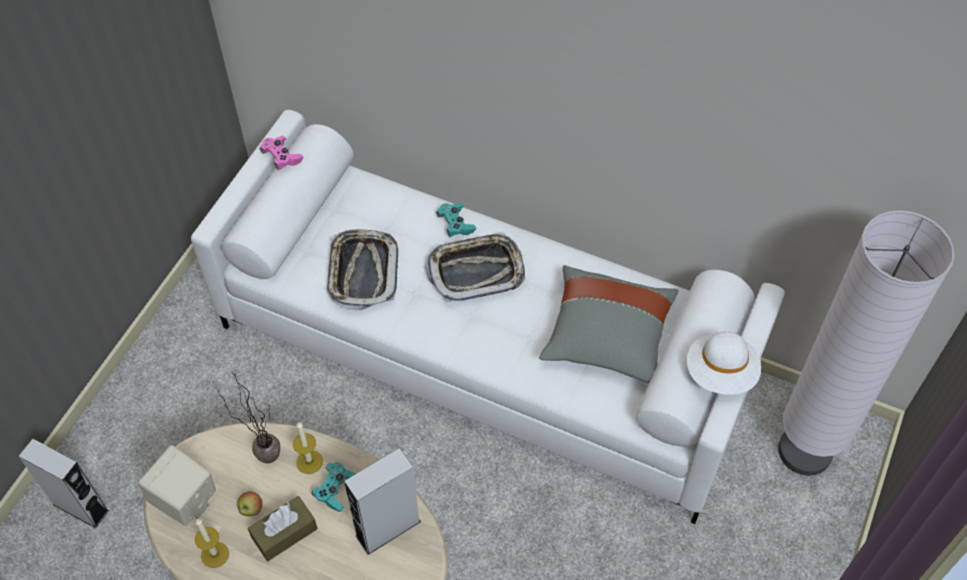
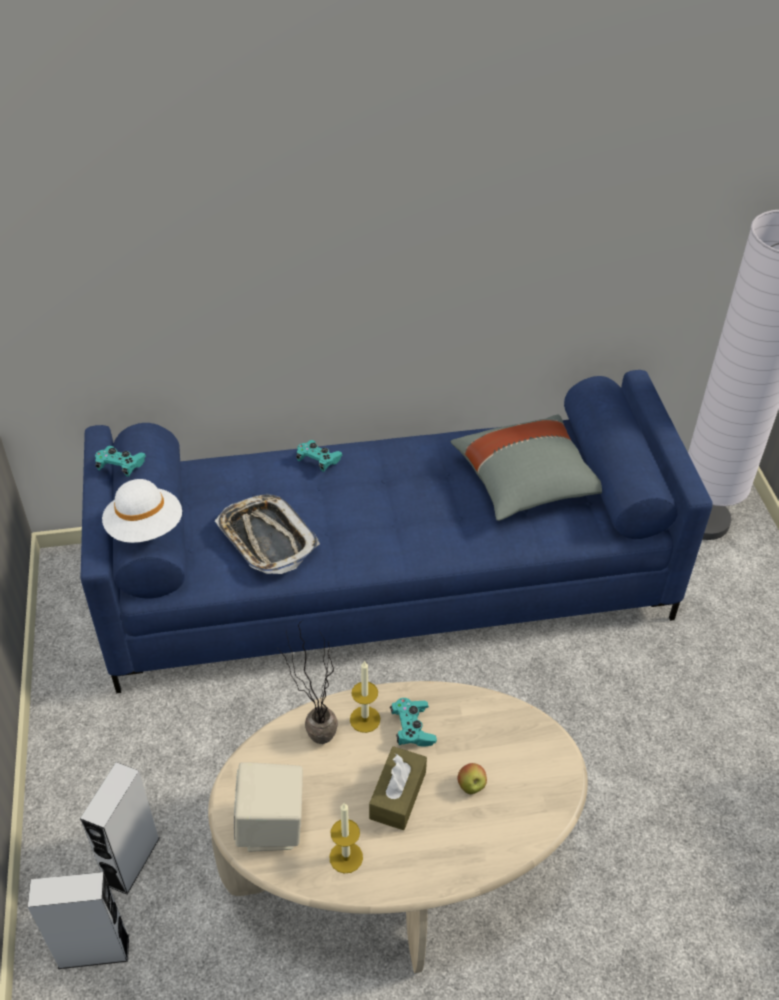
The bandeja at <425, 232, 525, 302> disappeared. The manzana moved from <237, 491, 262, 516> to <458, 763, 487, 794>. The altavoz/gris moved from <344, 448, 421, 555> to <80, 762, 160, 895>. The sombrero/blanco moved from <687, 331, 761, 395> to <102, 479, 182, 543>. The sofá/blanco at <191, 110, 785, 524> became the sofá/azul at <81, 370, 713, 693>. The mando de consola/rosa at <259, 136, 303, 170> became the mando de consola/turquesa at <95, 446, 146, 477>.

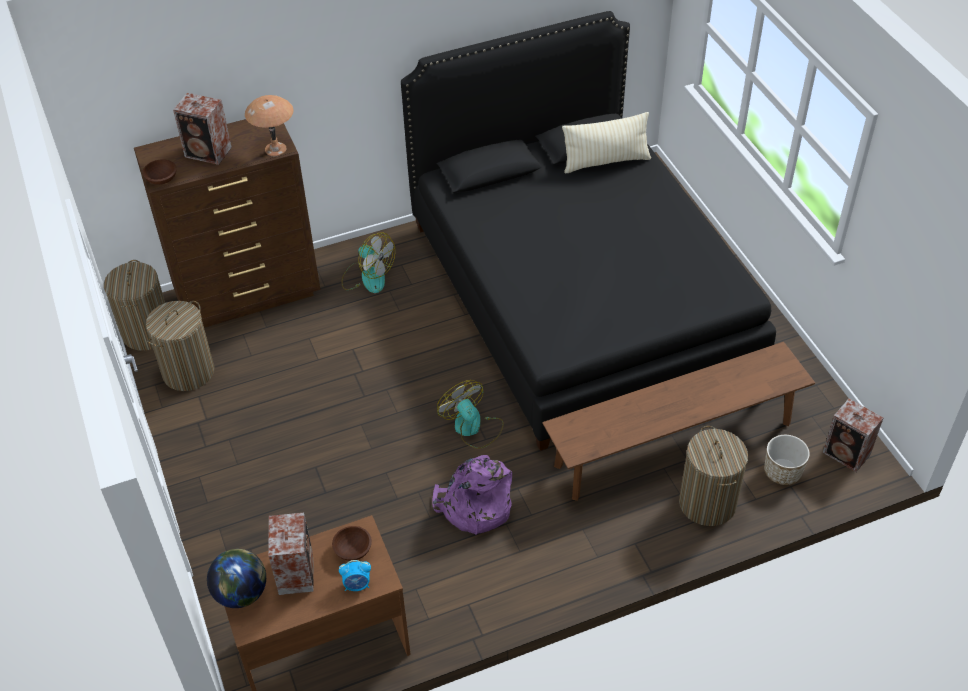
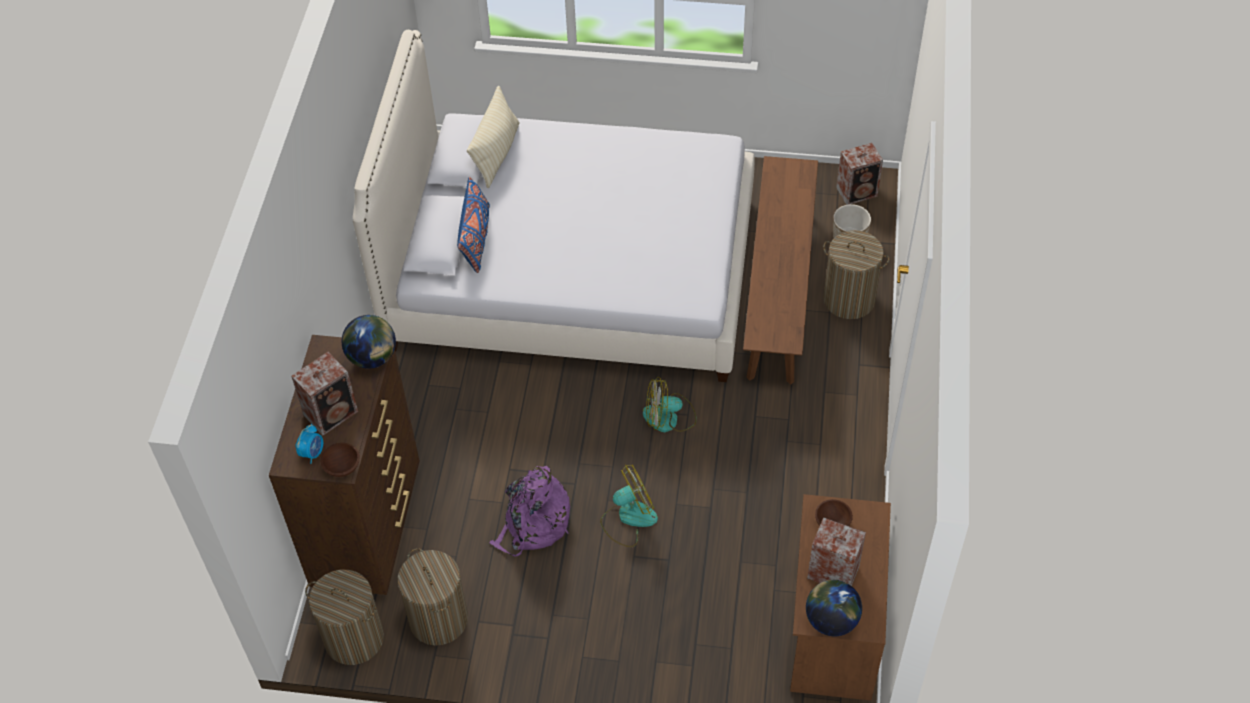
The cojín/azul at <457, 177, 490, 273> appeared. The despertador moved from <339, 560, 371, 591> to <295, 424, 323, 464>. The ventilador moved from <342, 232, 395, 293> to <600, 465, 658, 547>. The mochila/morado moved from <432, 455, 512, 535> to <489, 466, 570, 556>. The lámpara de mesa/marrón at <245, 95, 293, 156> was replaced by the globo terráqueo at <342, 315, 396, 369>. The cama/negro at <401, 11, 776, 451> became the cama/blanco at <353, 30, 755, 382>.

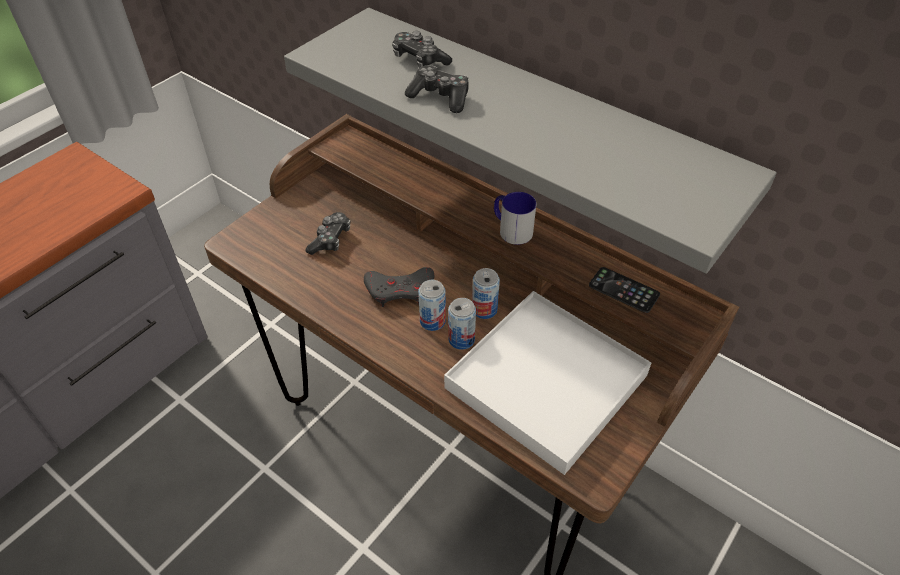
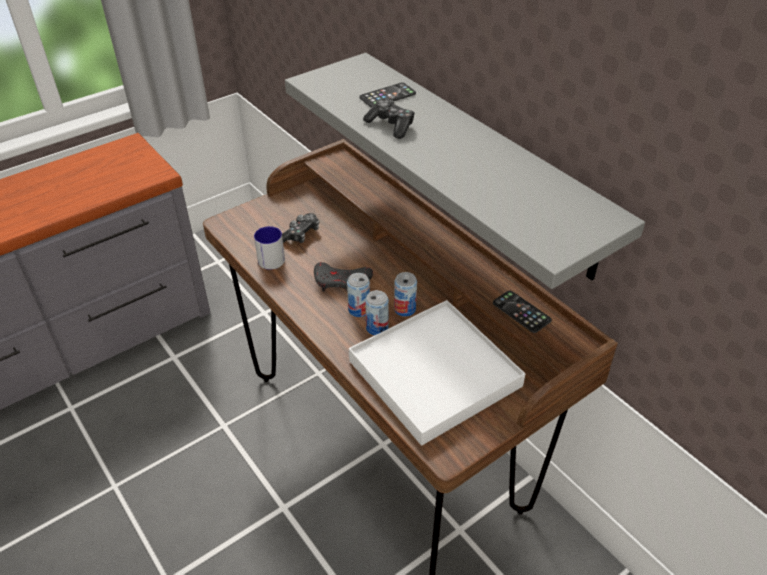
The taza grande moved from <494, 192, 536, 245> to <254, 226, 285, 270>. The mando de consola at <392, 31, 452, 68> was replaced by the móvil at <359, 83, 416, 108>.

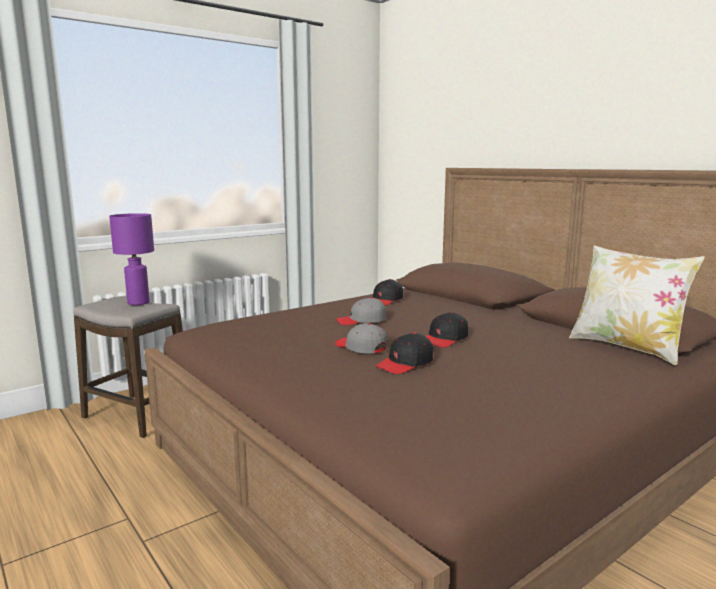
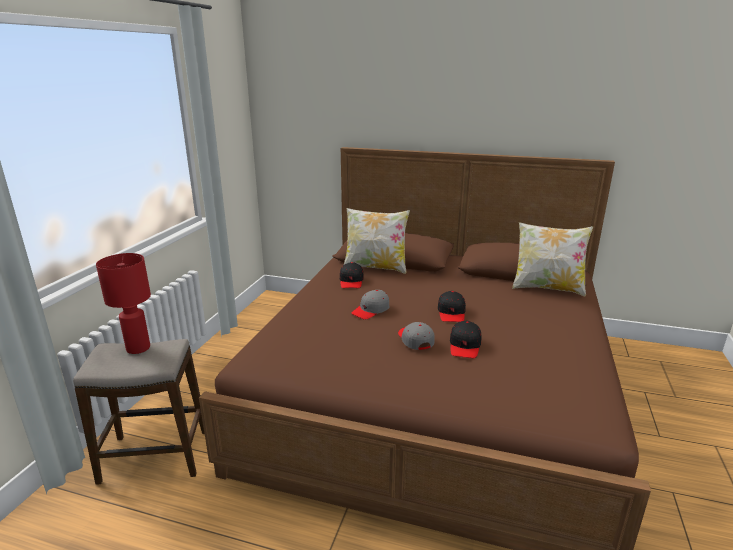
The cojín at <344, 208, 410, 274> appeared. The lámpara de mesa/morado at <109, 213, 154, 305> became the lámpara de mesa/rojo at <96, 253, 151, 354>. The gorra/gris at <335, 323, 387, 354> turned 60 degrees clockwise.

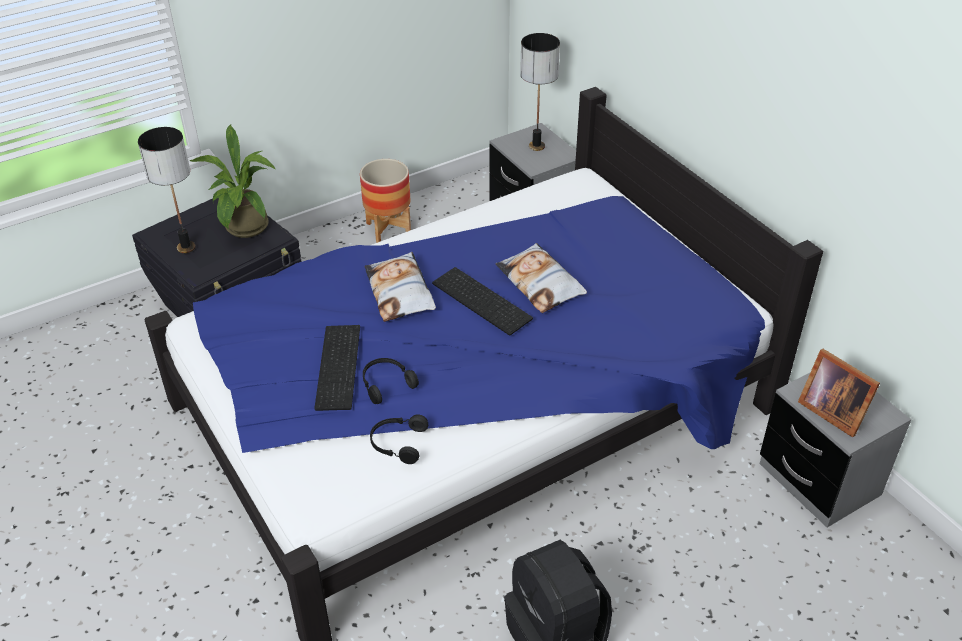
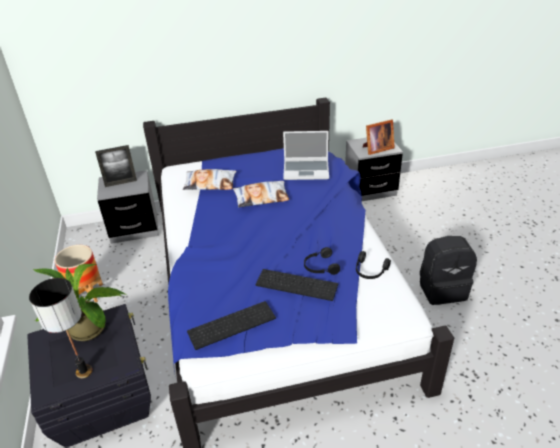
The portátil at <283, 131, 329, 180> appeared. The cojín moved from <364, 252, 436, 322> to <183, 169, 237, 190>. The teclado moved from <432, 267, 533, 335> to <187, 301, 276, 350>. The lámpara de mesa at <520, 33, 560, 151> was replaced by the portarretratos at <95, 145, 137, 187>.

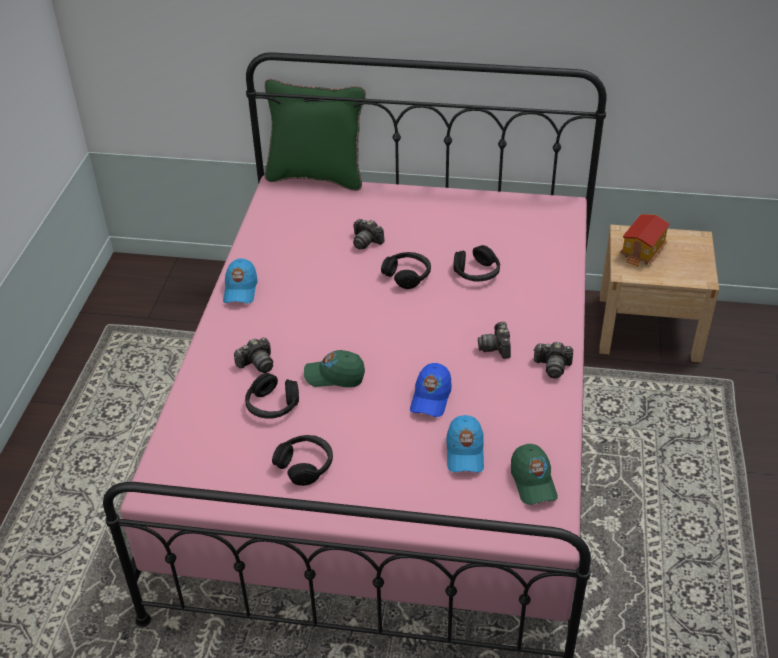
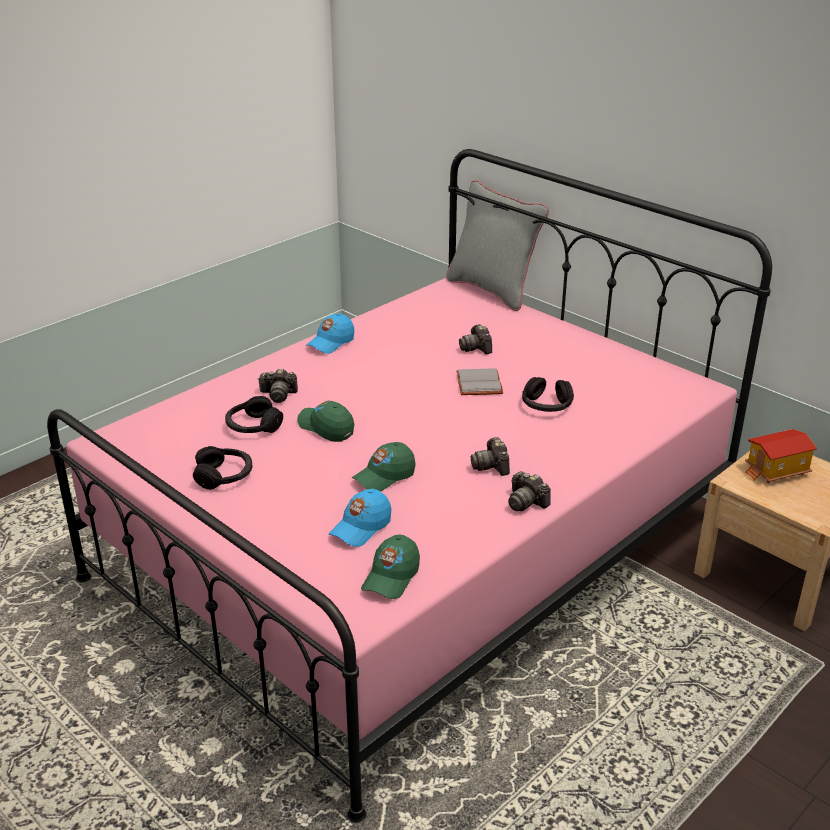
The auriculares/negro at <381, 252, 431, 289> was replaced by the libro/gris at <456, 368, 503, 395>. The cojín/verde at <264, 79, 366, 191> became the cojín/gris at <446, 180, 549, 311>. The gorra/azul at <410, 363, 451, 417> became the gorra/verde at <352, 442, 416, 492>. The cámara at <478, 322, 511, 359> turned 45 degrees counterclockwise.

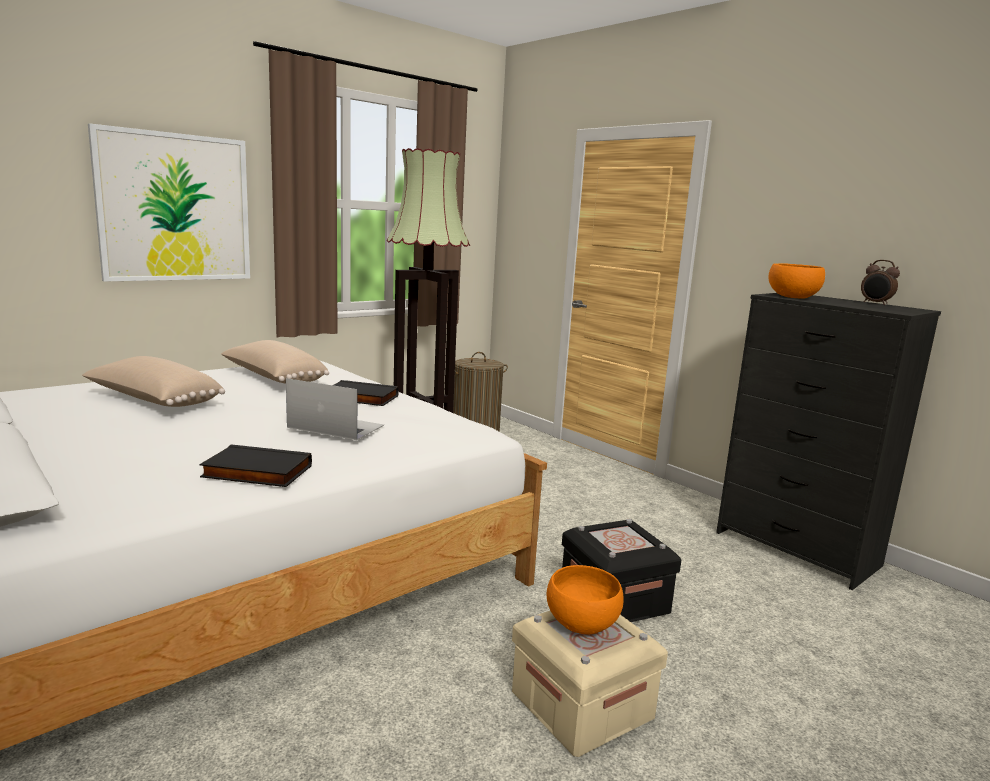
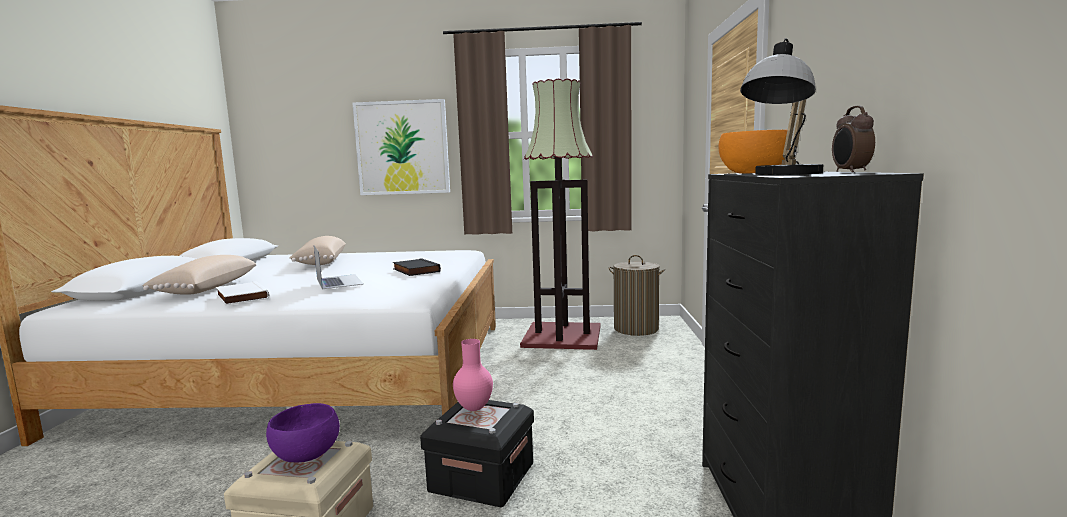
The florero/rosa at <453, 339, 493, 411> appeared. The lámpara de mesa at <740, 38, 823, 175> appeared. The cojín/beis moved from <221, 340, 329, 383> to <142, 255, 256, 295>. The libro/negro at <199, 445, 312, 487> became the libro/blanco at <216, 281, 269, 305>. The cuenco/naranja at <547, 565, 623, 634> became the cuenco/morado at <266, 403, 340, 462>.

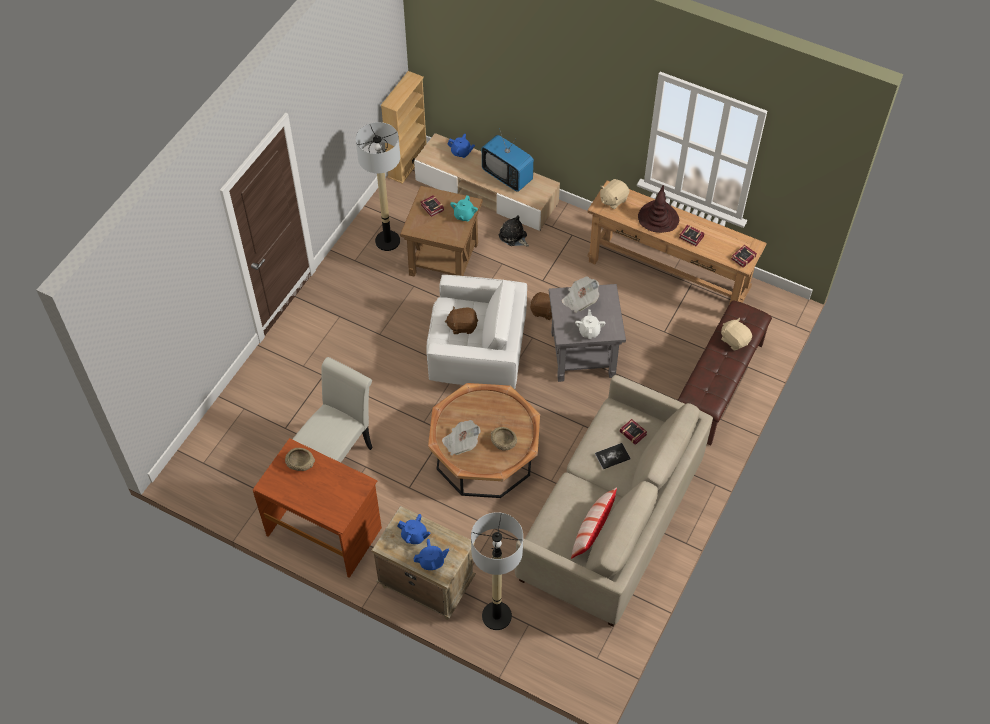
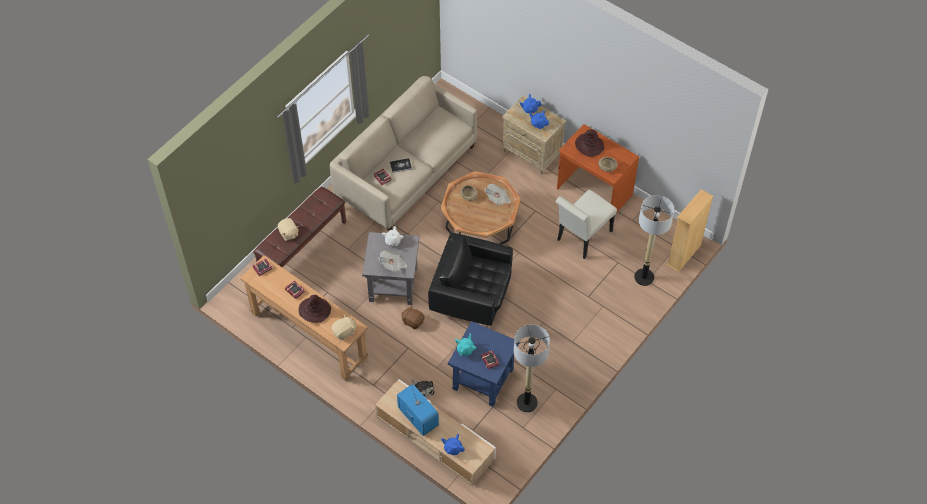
The peluche/marrón at <445, 306, 478, 334> disappeared. The cojín at <571, 487, 617, 559> disappeared. The sombrero/marrón at <575, 129, 604, 157> appeared. The estantería/beis moved from <381, 71, 427, 184> to <667, 189, 713, 272>. The lámpara de pie moved from <471, 512, 523, 630> to <634, 195, 675, 286>. The mesa auxiliar/marrón at <400, 186, 483, 277> became the mesa auxiliar/azul at <448, 321, 520, 407>. The sillón/blanco at <426, 275, 527, 389> became the sillón/negro at <428, 232, 513, 326>.

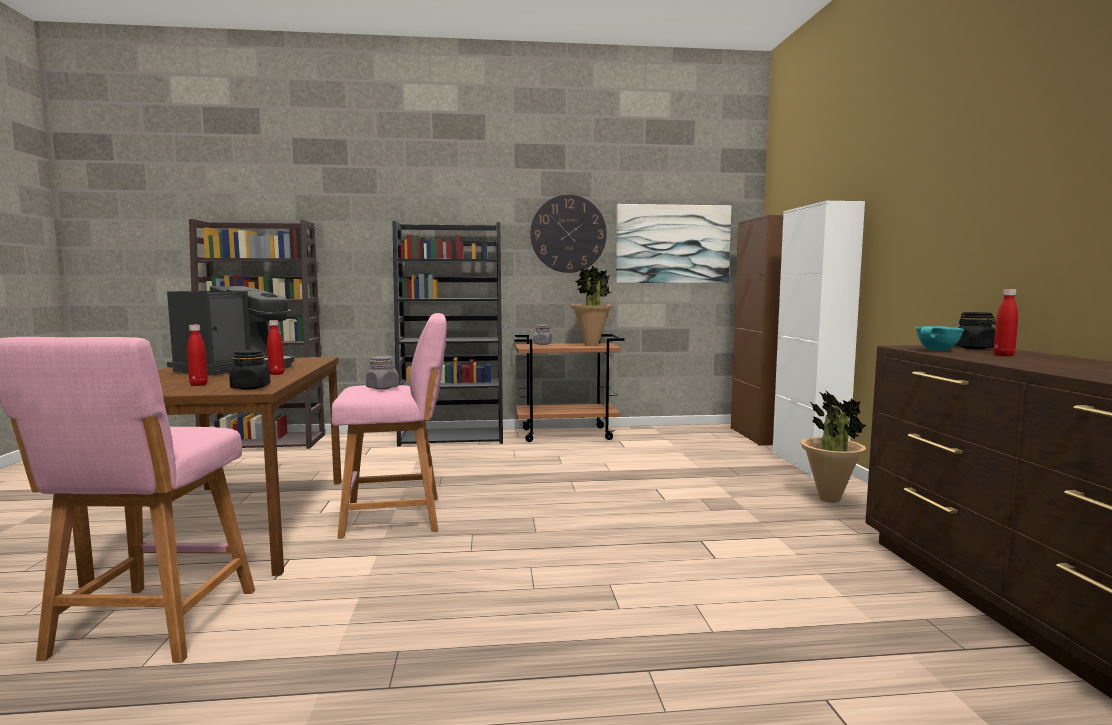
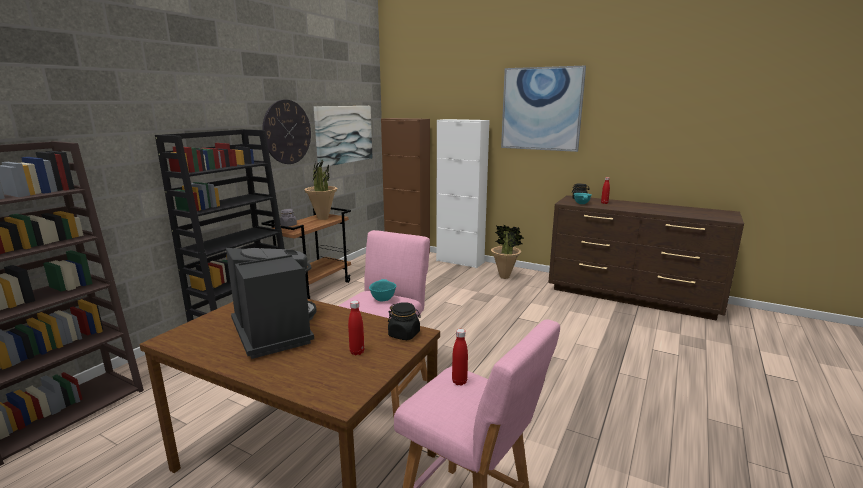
The cuadro at <501, 66, 586, 152> appeared. The botella/rojo moved from <267, 320, 284, 375> to <452, 329, 468, 385>. The tarro/gris at <366, 356, 399, 389> was replaced by the cuenco/turquesa at <369, 279, 396, 301>.

